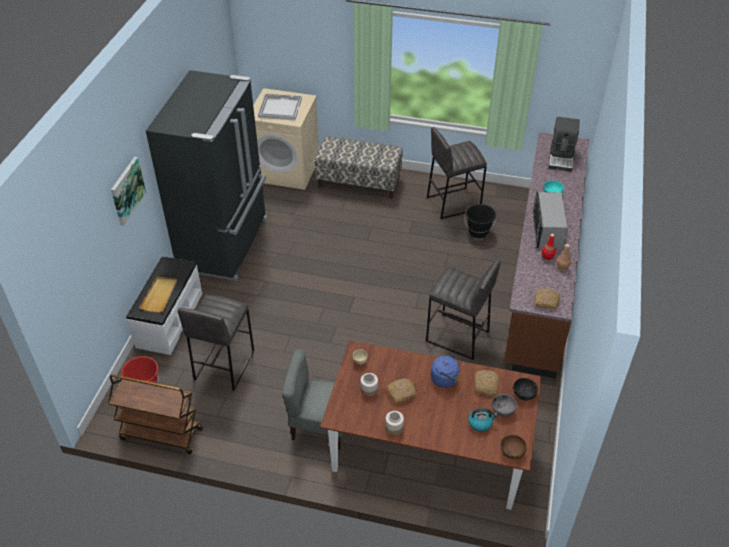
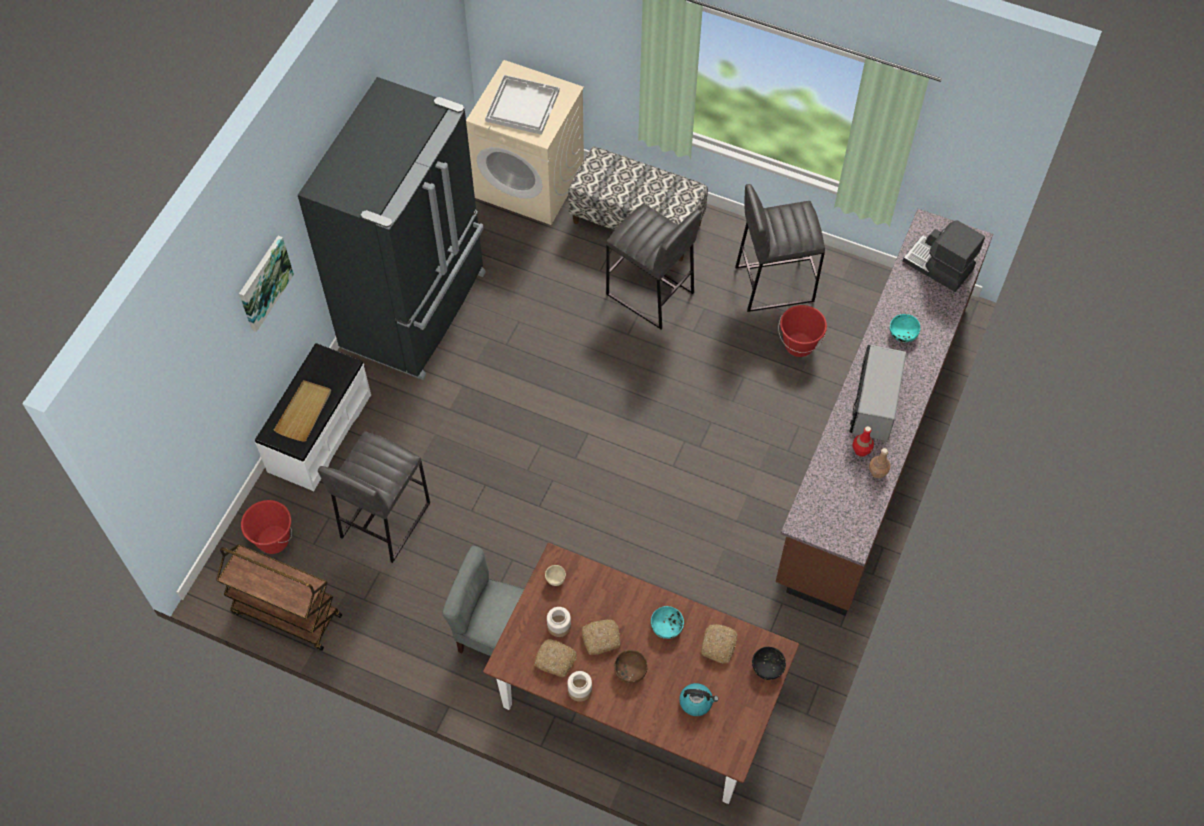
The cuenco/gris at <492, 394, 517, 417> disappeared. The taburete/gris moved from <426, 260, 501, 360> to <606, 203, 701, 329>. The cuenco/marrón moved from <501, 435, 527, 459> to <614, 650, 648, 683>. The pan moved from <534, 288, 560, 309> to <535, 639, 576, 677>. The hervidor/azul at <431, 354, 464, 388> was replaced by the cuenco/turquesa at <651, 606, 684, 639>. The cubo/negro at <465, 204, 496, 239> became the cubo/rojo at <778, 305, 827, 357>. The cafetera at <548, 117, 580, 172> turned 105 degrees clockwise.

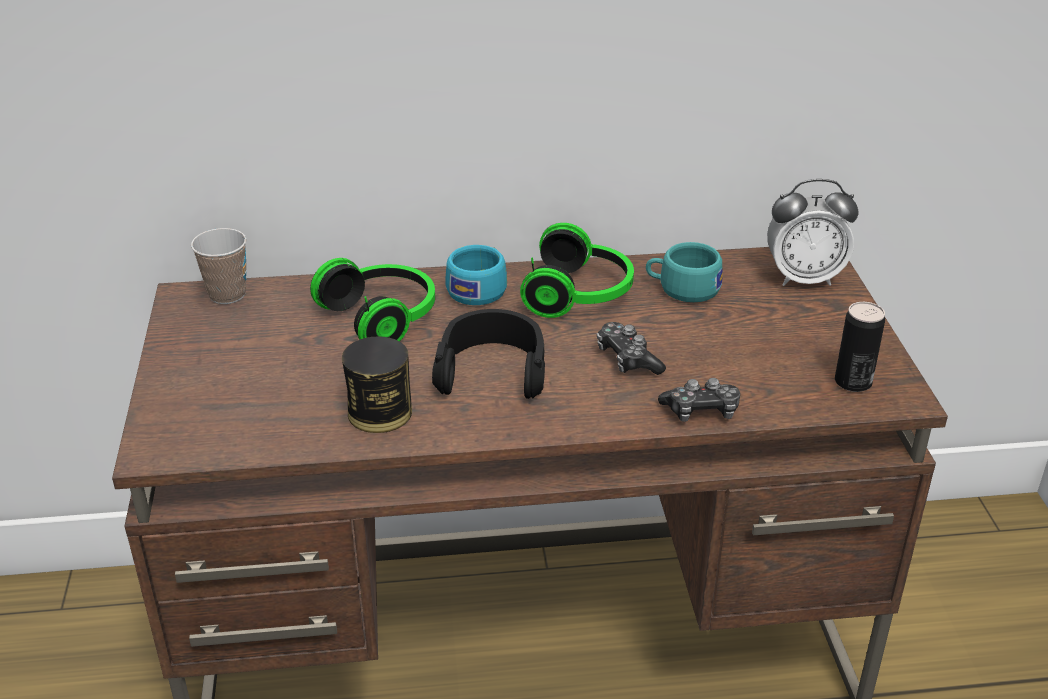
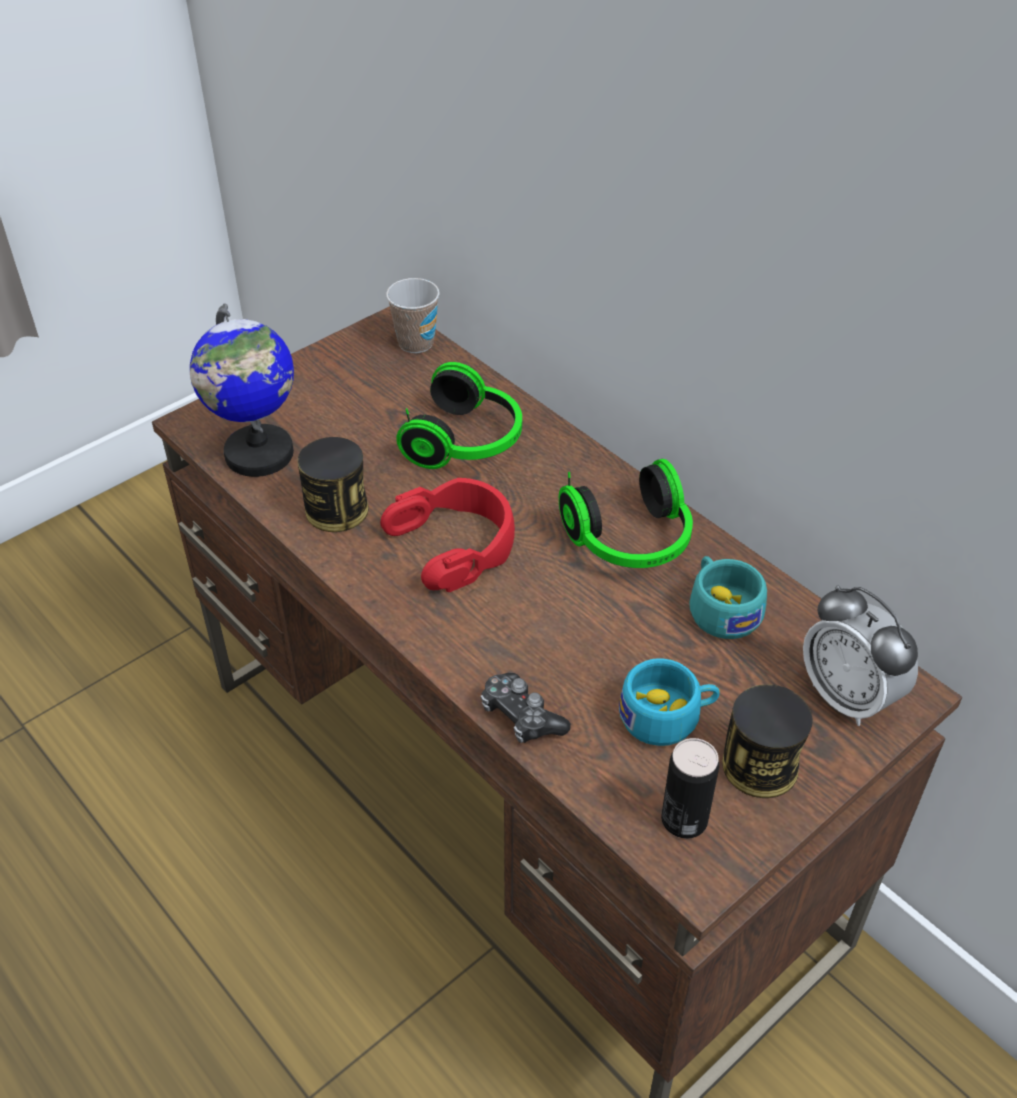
The mando de consola at <597, 322, 666, 375> disappeared. The globo terráqueo at <190, 303, 294, 477> appeared. The lata at <722, 684, 813, 798> appeared. The taza/turquesa moved from <446, 245, 507, 305> to <619, 658, 720, 746>. The auriculares/negro at <432, 309, 545, 399> became the auriculares/rojo at <380, 478, 515, 592>.

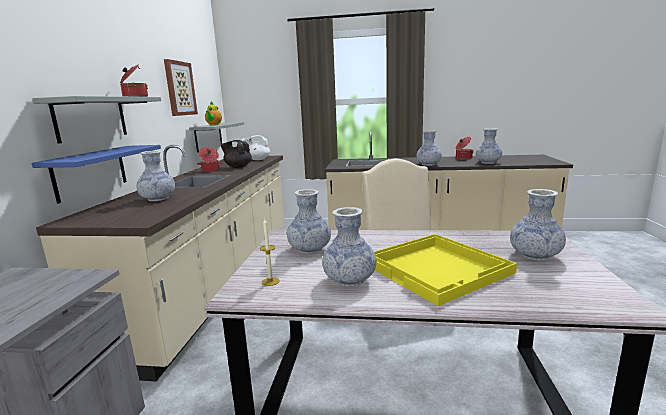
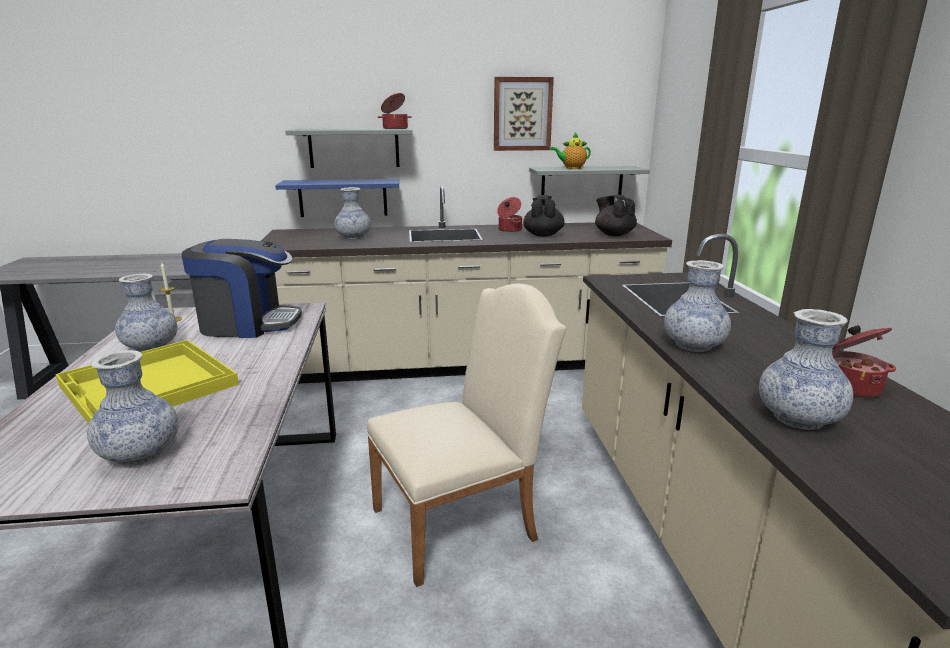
The florero at <287, 189, 331, 254> was replaced by the cafetera at <182, 239, 302, 338>. The tetera/blanco at <242, 135, 270, 160> became the tetera/negro at <595, 195, 637, 236>.

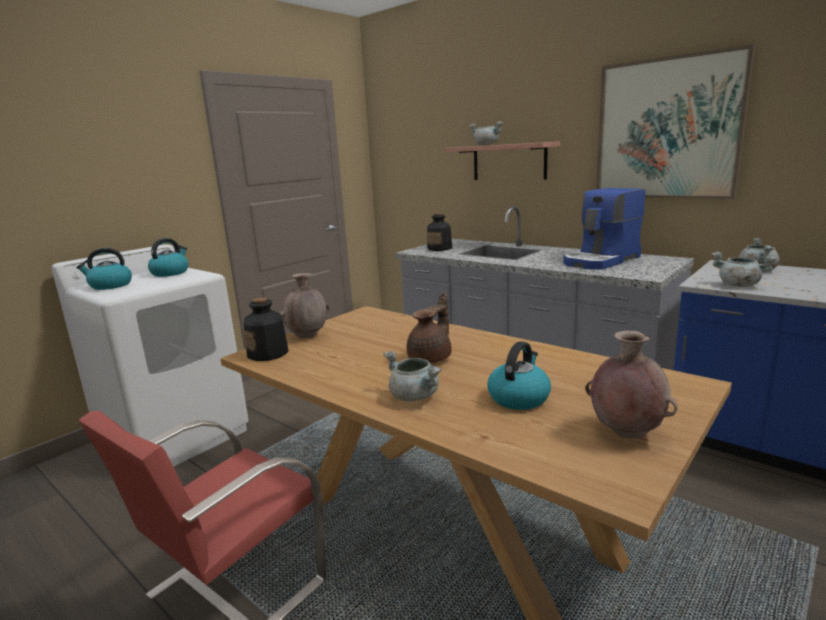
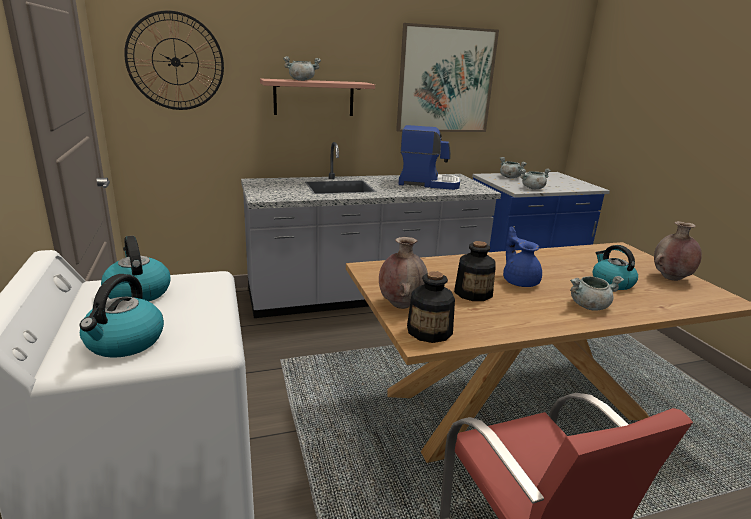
The reloj de pared at <124, 11, 224, 110> appeared. The botella moved from <427, 213, 452, 251> to <454, 241, 496, 301>. The tetera/marrón at <407, 292, 452, 363> became the tetera/azul at <503, 226, 542, 287>. The cafetera at <563, 188, 646, 270> turned 75 degrees counterclockwise.

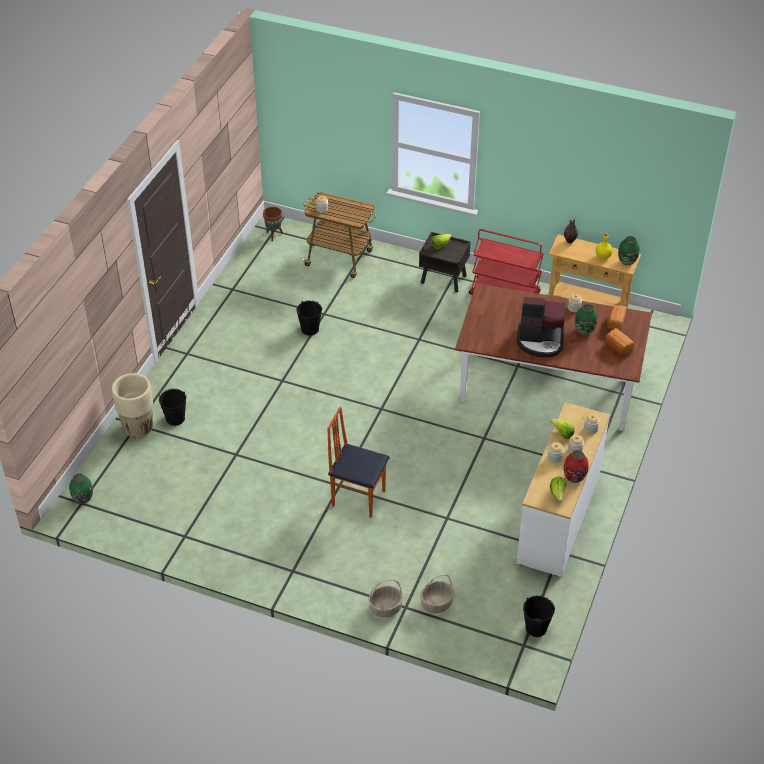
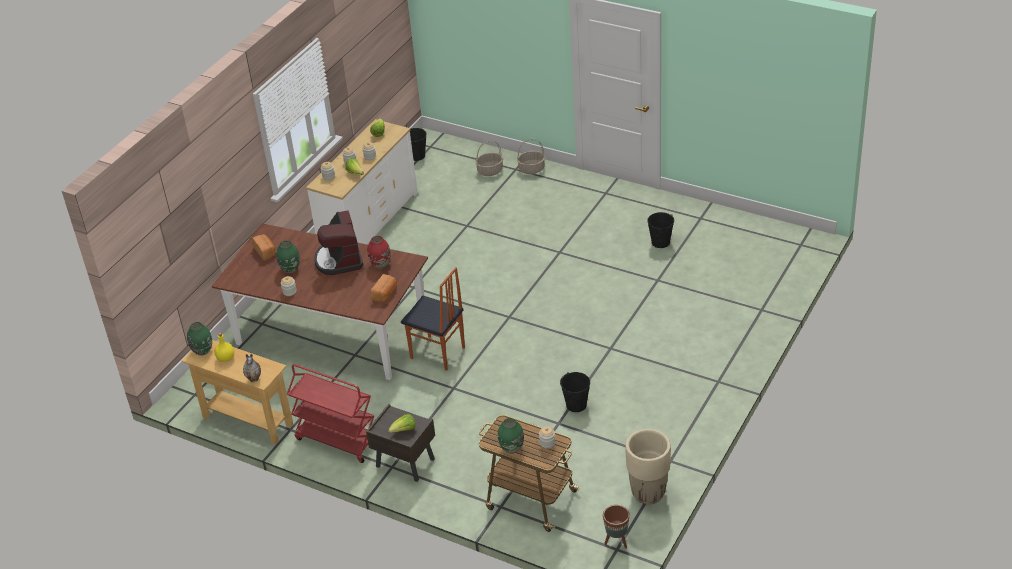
The florero/verde moved from <69, 474, 93, 504> to <498, 418, 524, 454>. The maceta/beis moved from <112, 373, 153, 438> to <625, 429, 671, 504>. The cubo/negro moved from <159, 388, 186, 426> to <647, 212, 674, 248>. The silla moved from <327, 407, 390, 518> to <401, 267, 465, 371>. The florero/rojo moved from <564, 450, 589, 483> to <367, 236, 391, 268>. The pan moved from <607, 305, 627, 331> to <371, 274, 397, 302>. The cafetera at <516, 297, 565, 357> turned 120 degrees counterclockwise.

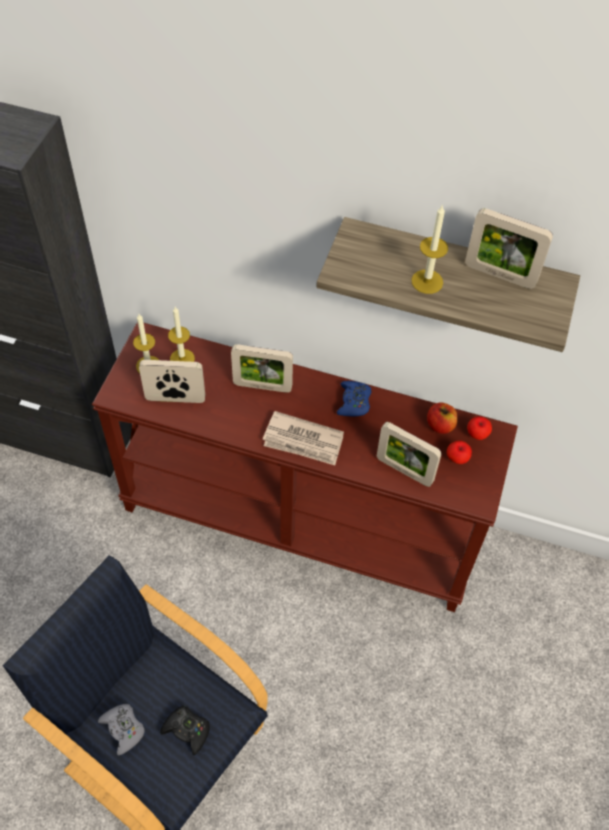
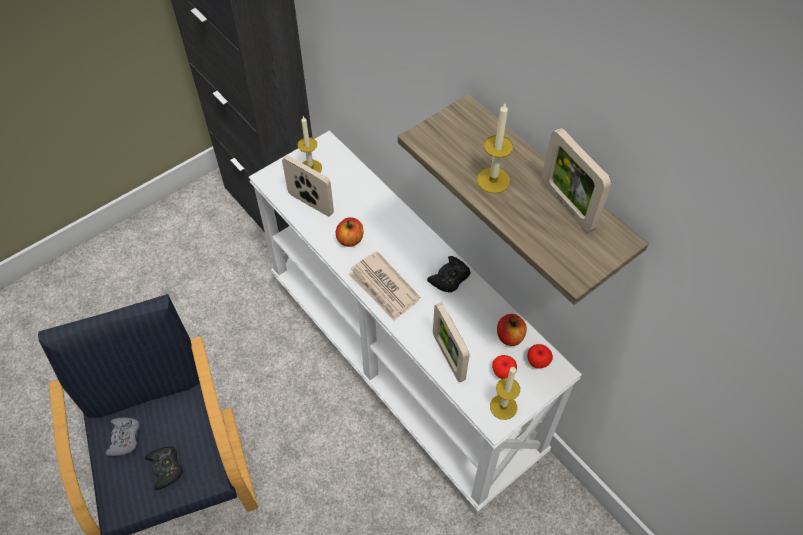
The portarretratos at <231, 344, 293, 393> disappeared. The manzana at <336, 217, 363, 247> appeared. The vela moved from <168, 307, 195, 362> to <490, 367, 520, 420>. The mesa consola/marrón at <92, 322, 518, 612> became the mesa consola/blanco at <248, 130, 582, 516>. The mando de consola/azul at <337, 381, 372, 416> became the mando de consola/negro at <427, 256, 471, 292>.

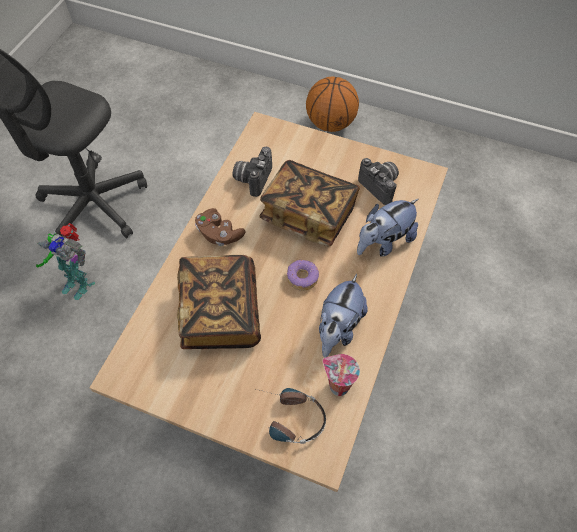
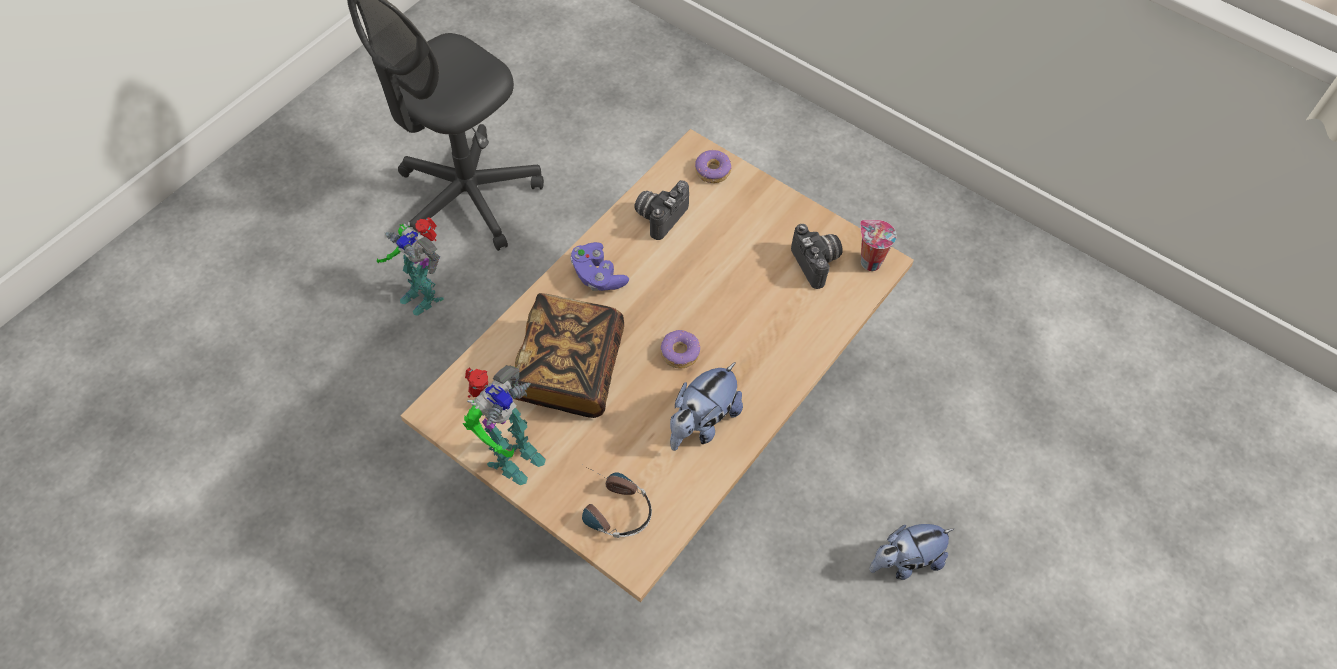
The libro at <259, 160, 360, 246> disappeared. The balón de baloncesto at <306, 76, 359, 132> disappeared. The robot de juguete at <463, 365, 546, 485> appeared. The rosquilla at <695, 150, 732, 183> appeared. The taza moved from <323, 354, 360, 396> to <860, 220, 897, 271>. The peluche moved from <357, 199, 418, 257> to <869, 524, 954, 580>. The mando de consola/marrón at <195, 208, 246, 246> became the mando de consola/morado at <570, 242, 629, 291>.

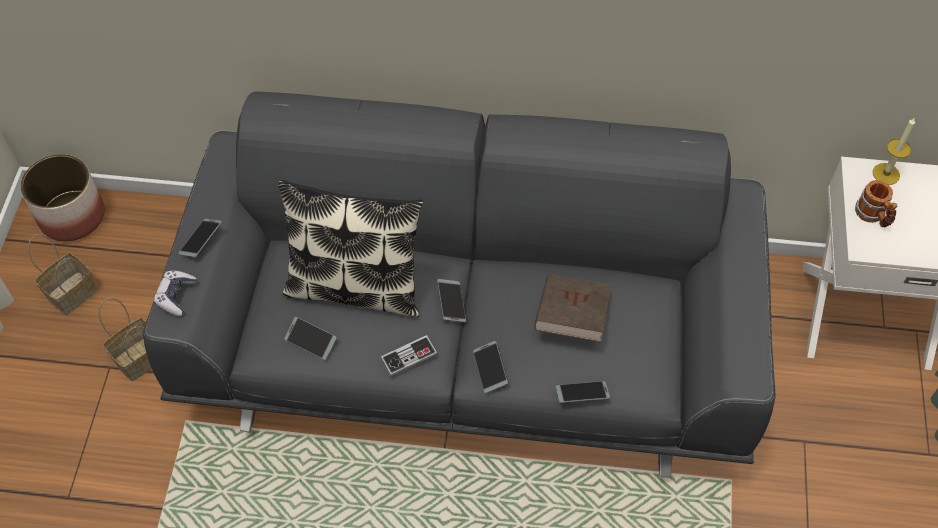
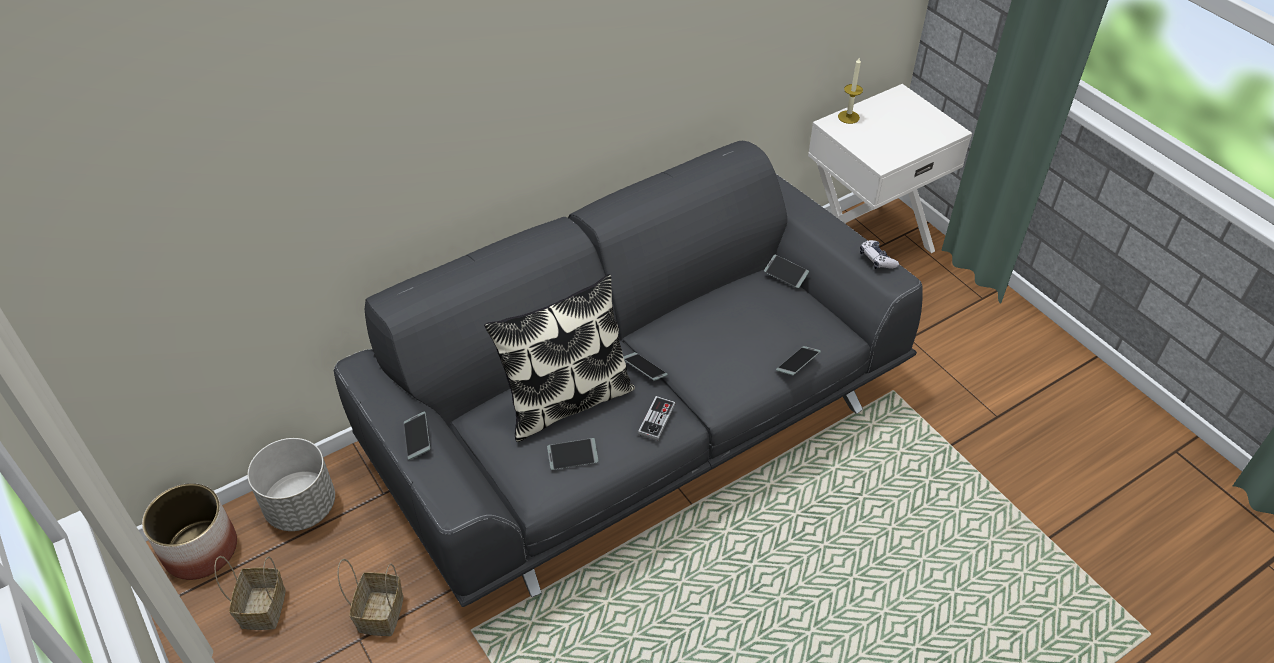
The libro/marrón at <534, 274, 611, 342> disappeared. The taza grande at <855, 180, 897, 227> disappeared. The maceta/gris at <247, 438, 335, 531> appeared. The mando de consola moved from <154, 270, 197, 316> to <860, 240, 899, 269>. The móvil moved from <473, 341, 508, 393> to <764, 255, 809, 288>.

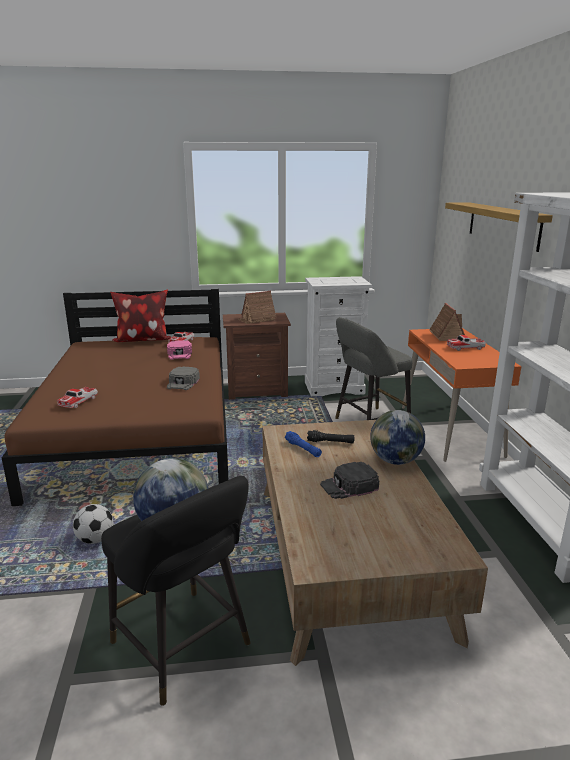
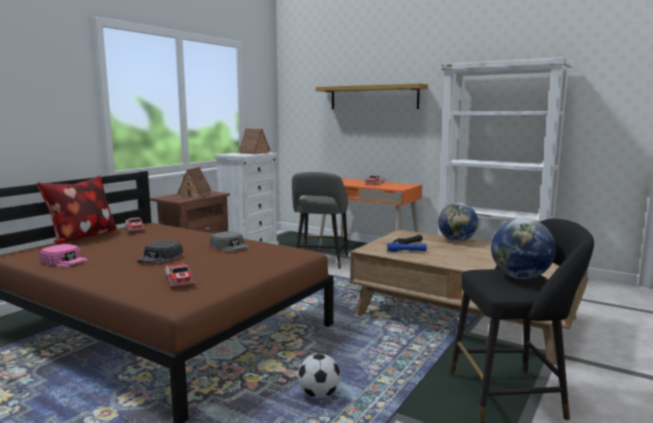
The gorra/rosa moved from <167, 340, 192, 360> to <39, 244, 88, 268>. The gorra/negro moved from <320, 462, 379, 499> to <137, 241, 183, 265>. The casita moved from <430, 303, 465, 341> to <238, 128, 270, 154>.

